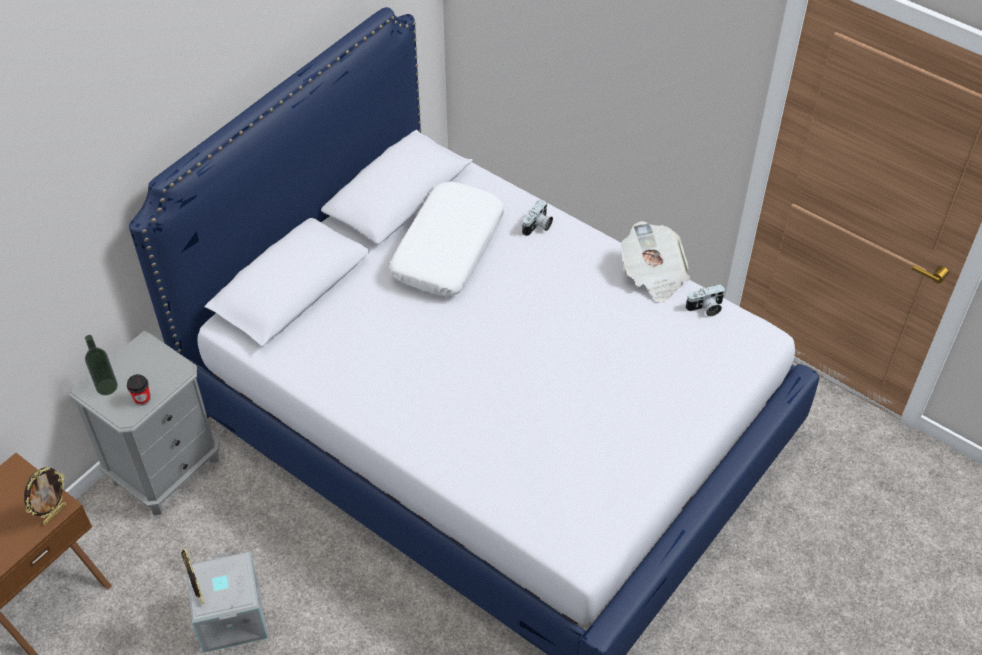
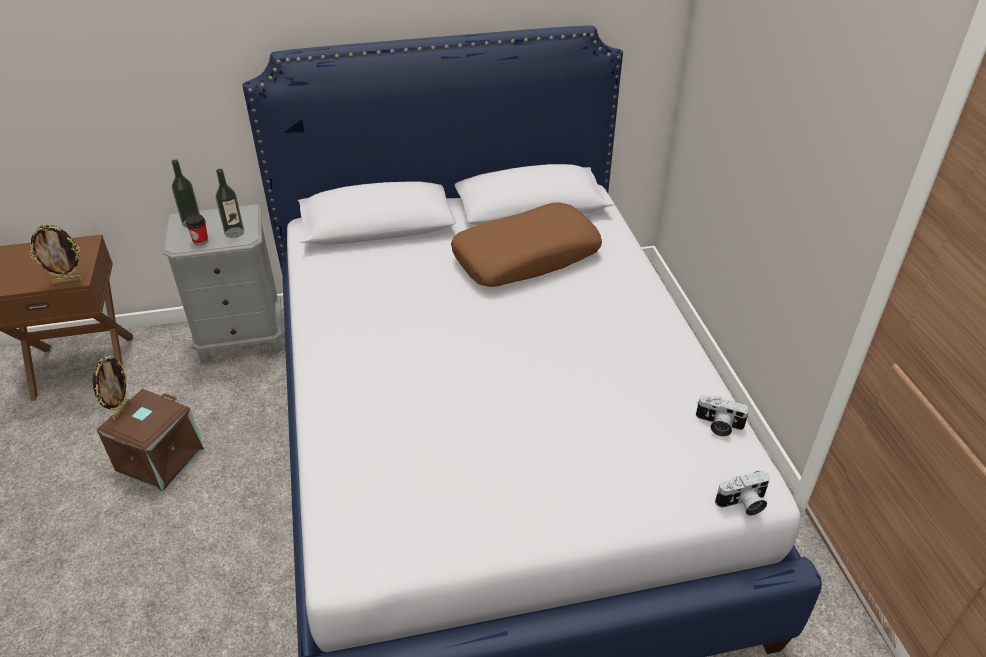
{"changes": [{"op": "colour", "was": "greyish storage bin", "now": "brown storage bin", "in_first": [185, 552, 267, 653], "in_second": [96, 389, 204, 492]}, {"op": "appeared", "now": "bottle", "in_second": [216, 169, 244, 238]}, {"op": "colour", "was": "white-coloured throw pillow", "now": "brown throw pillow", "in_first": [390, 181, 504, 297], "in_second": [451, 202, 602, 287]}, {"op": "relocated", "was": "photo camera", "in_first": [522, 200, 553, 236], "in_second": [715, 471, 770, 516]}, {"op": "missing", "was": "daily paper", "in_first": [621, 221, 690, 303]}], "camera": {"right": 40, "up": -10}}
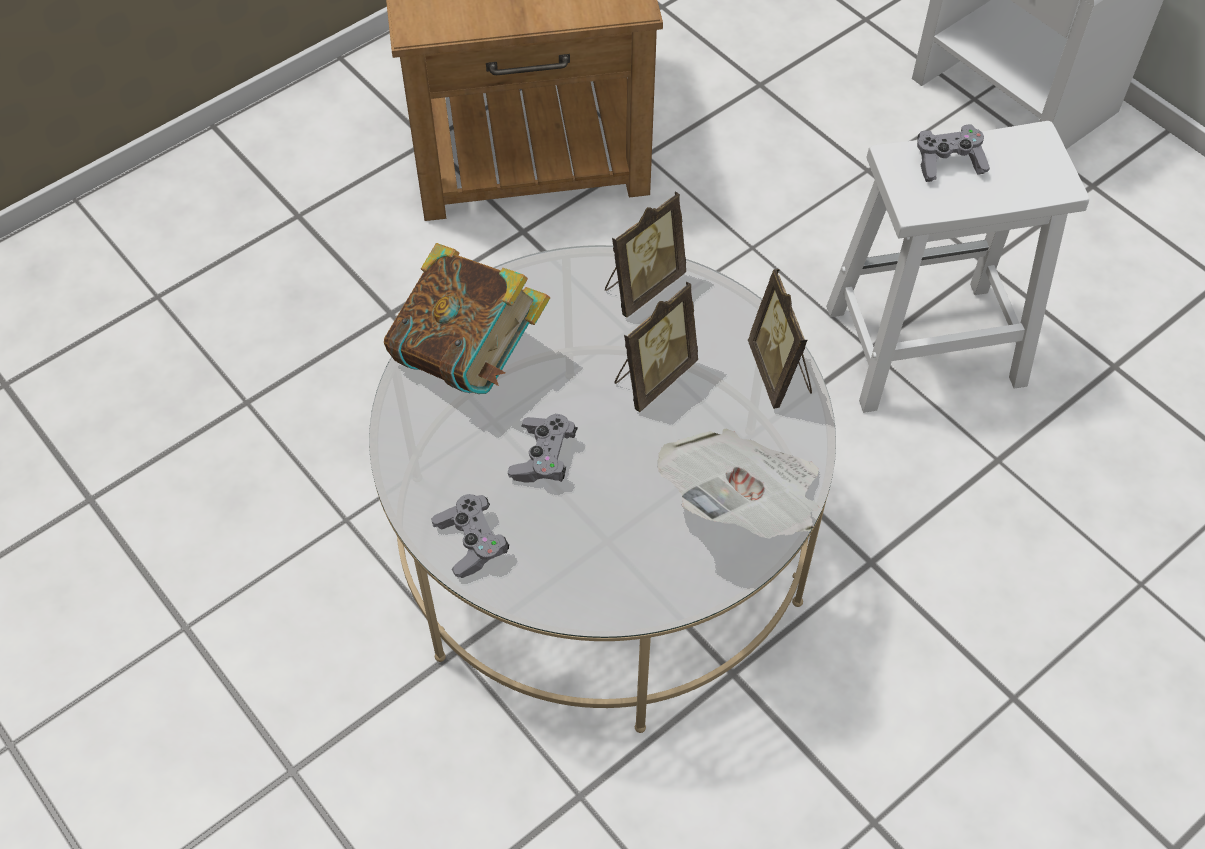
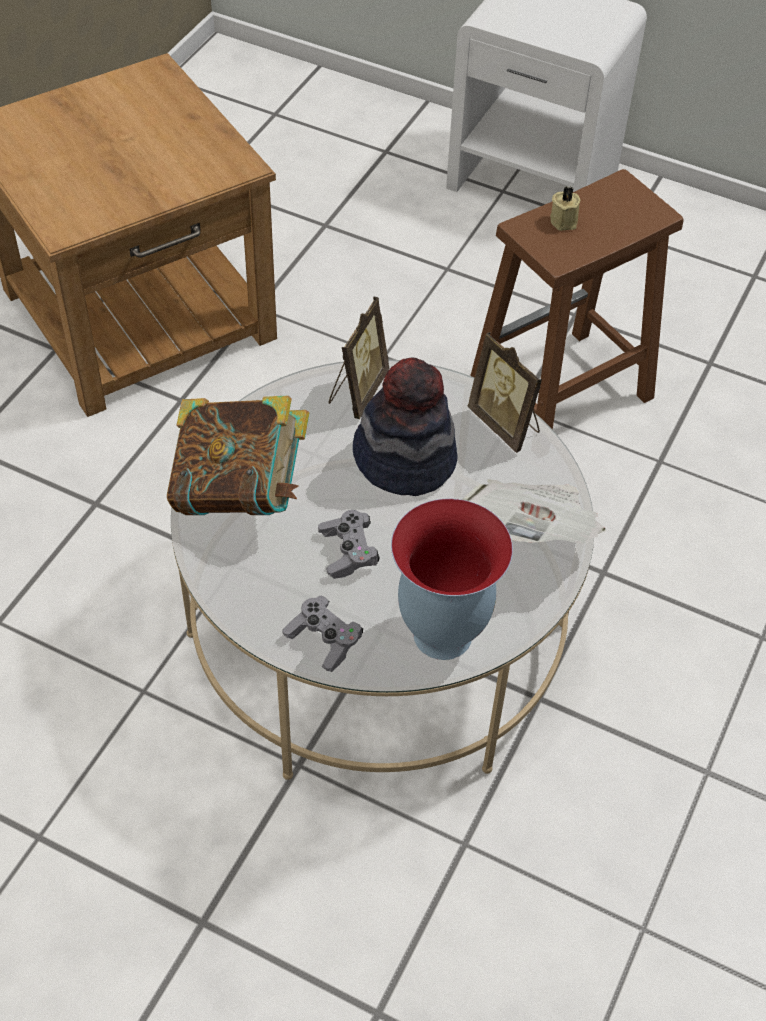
{"changes": [{"op": "exchanged", "was": "photo frame", "now": "clothing hat", "in_first": [615, 281, 698, 412], "in_second": [353, 357, 458, 496]}, {"op": "appeared", "now": "vase", "in_second": [391, 499, 513, 660]}, {"op": "colour", "was": "white-coloured sitting stool", "now": "brown sitting stool", "in_first": [826, 121, 1089, 413], "in_second": [470, 169, 684, 430]}, {"op": "exchanged", "was": "greyish joypad", "now": "sand-coloured wax light", "in_first": [917, 124, 990, 182], "in_second": [550, 187, 580, 231]}], "camera": {"right": -25, "up": -5}}
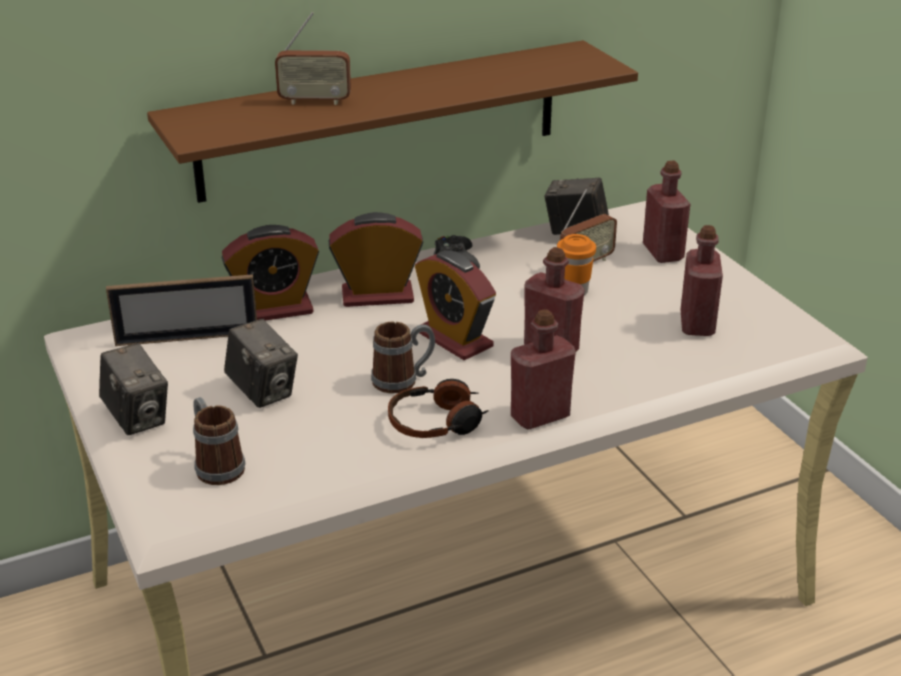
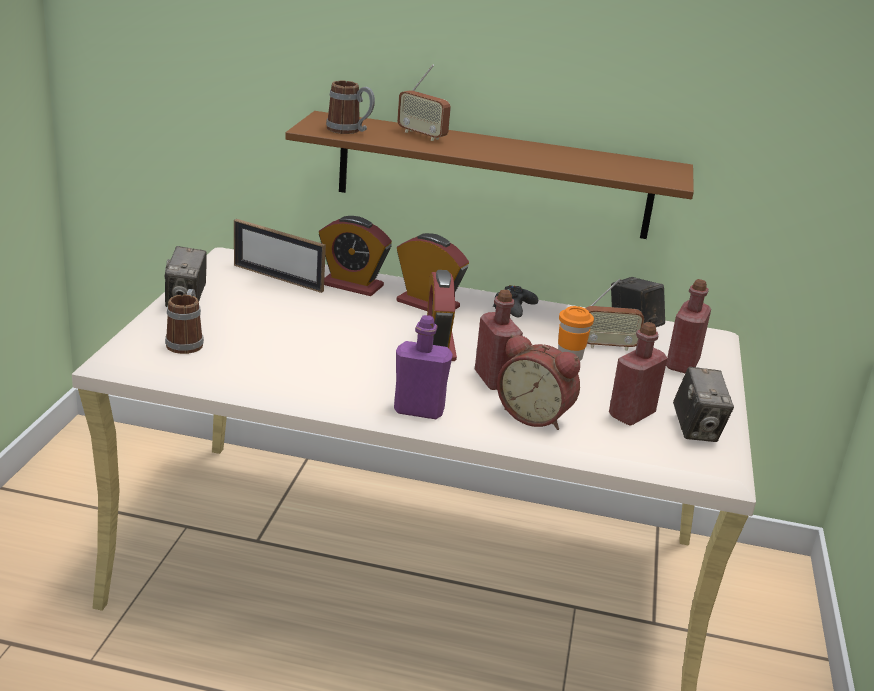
{"changes": [{"op": "relocated", "was": "mug", "in_first": [371, 321, 435, 394], "in_second": [326, 81, 375, 134]}, {"op": "colour", "was": "red-coloured bottle", "now": "purple bottle", "in_first": [511, 309, 576, 430], "in_second": [394, 315, 453, 419]}, {"op": "appeared", "now": "table clock", "in_second": [497, 334, 580, 430]}, {"op": "relocated", "was": "photo camera", "in_first": [224, 319, 298, 408], "in_second": [673, 367, 734, 442]}, {"op": "missing", "was": "headphones", "in_first": [388, 379, 489, 438]}], "camera": {"right": 35, "up": -5}}
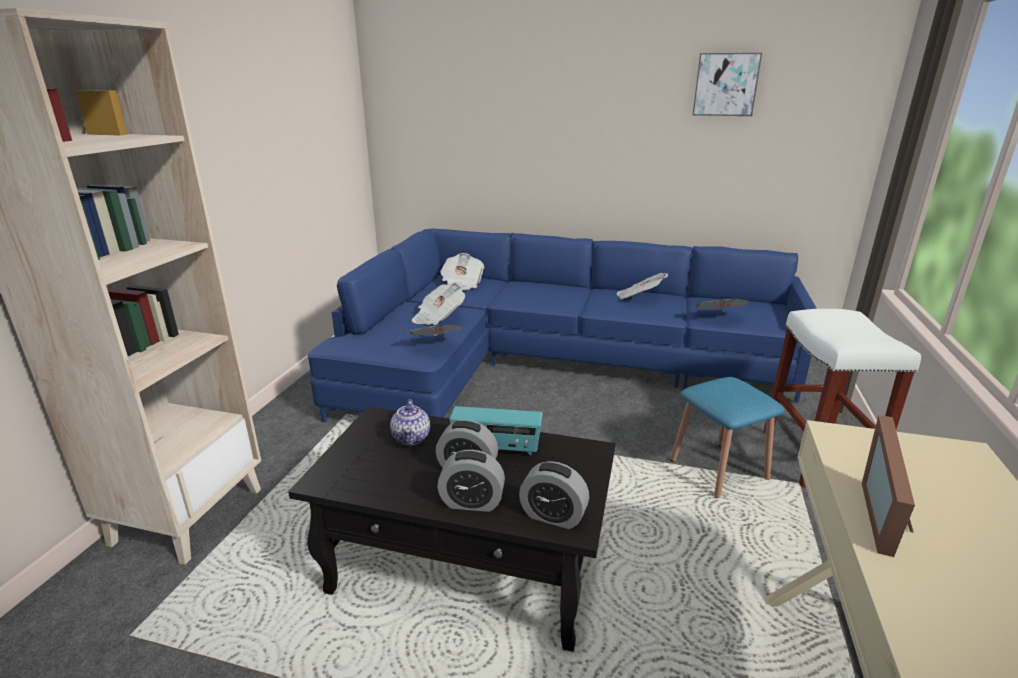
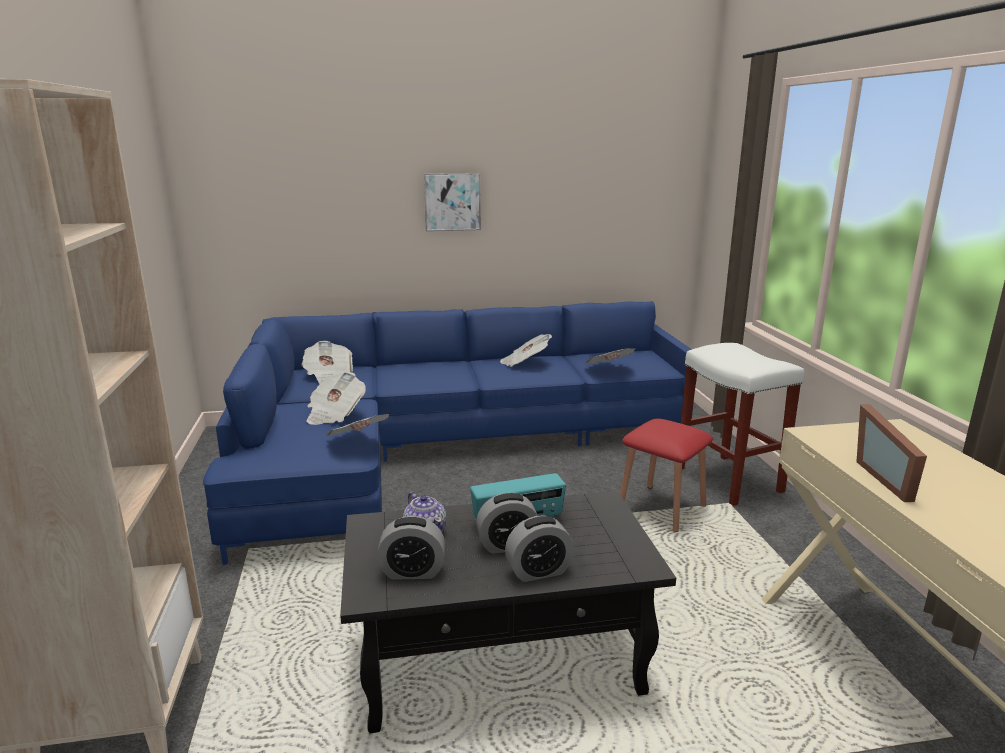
{"changes": [{"op": "relocated", "was": "table clock", "in_first": [519, 461, 589, 529], "in_second": [377, 516, 445, 580]}, {"op": "relocated", "was": "wall picture", "in_first": [693, 53, 762, 116], "in_second": [424, 173, 481, 231]}, {"op": "colour", "was": "blue sitting stool", "now": "red-coloured sitting stool", "in_first": [670, 377, 784, 498], "in_second": [620, 419, 713, 532]}], "camera": {"right": -25, "up": -5}}
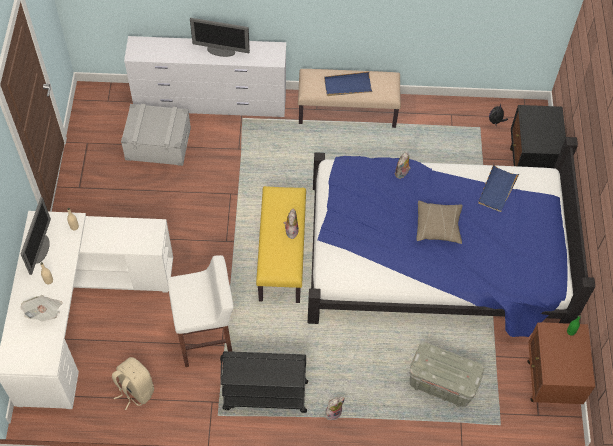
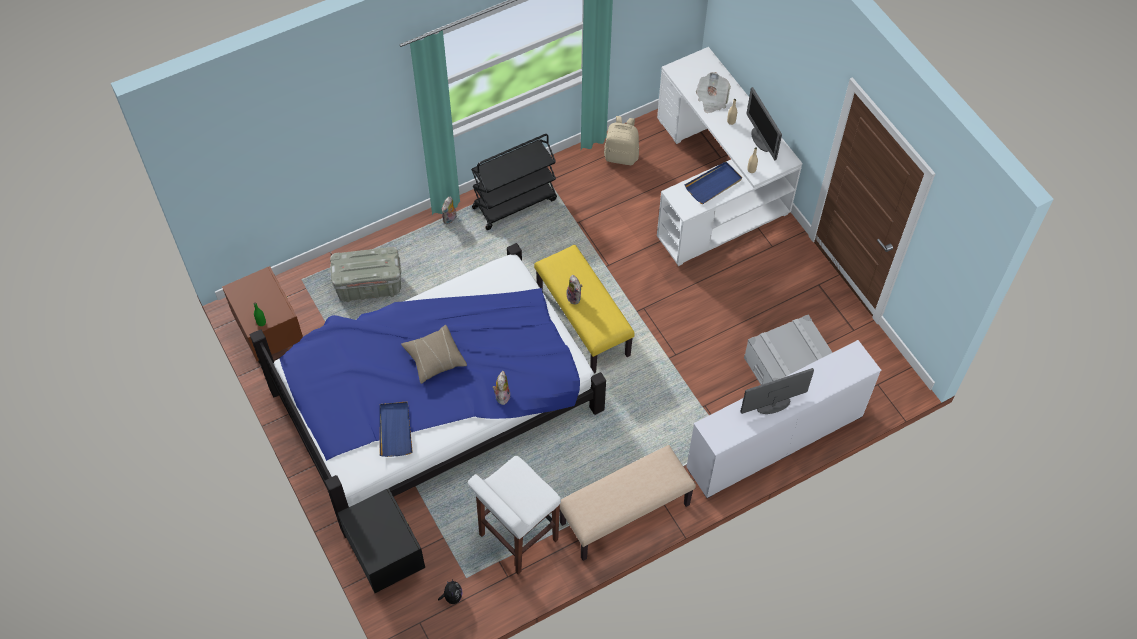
{"changes": [{"op": "relocated", "was": "white-coloured sitting stool", "in_first": [168, 255, 234, 367], "in_second": [468, 456, 561, 574]}, {"op": "relocated", "was": "blue tray", "in_first": [324, 72, 373, 96], "in_second": [685, 162, 742, 204]}], "camera": {"right": 150, "up": 0}}
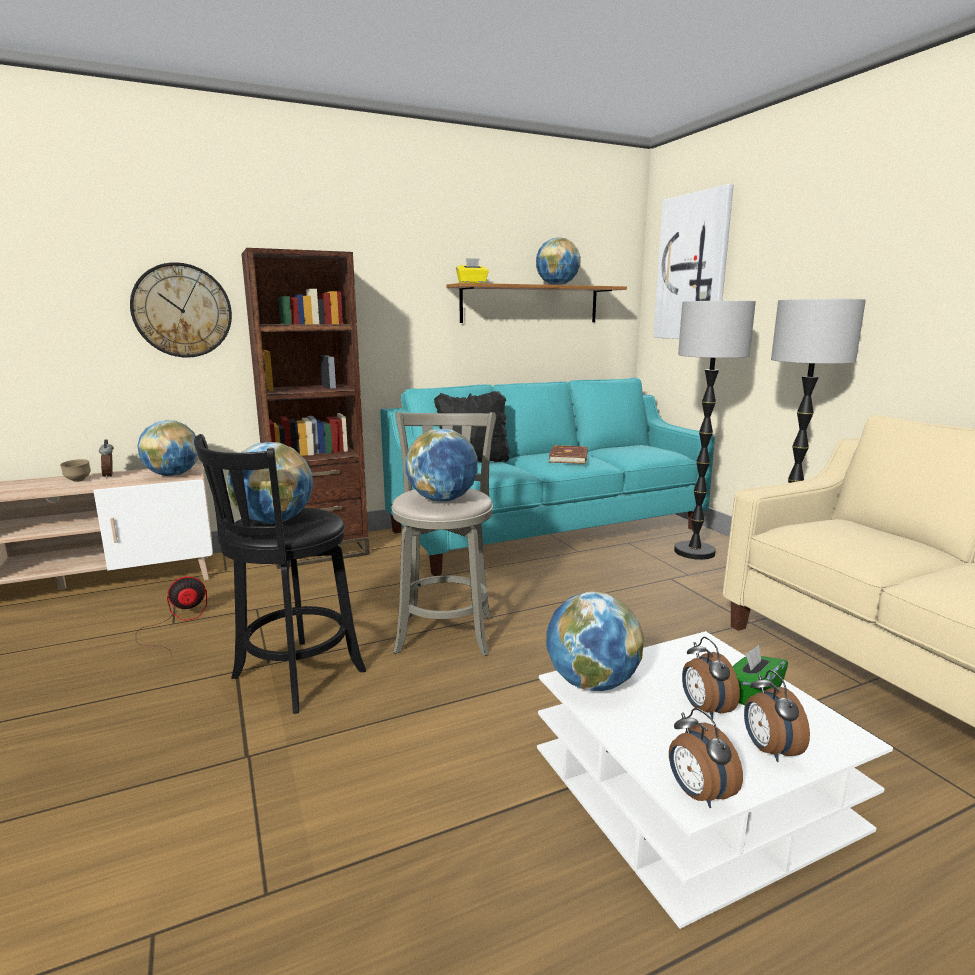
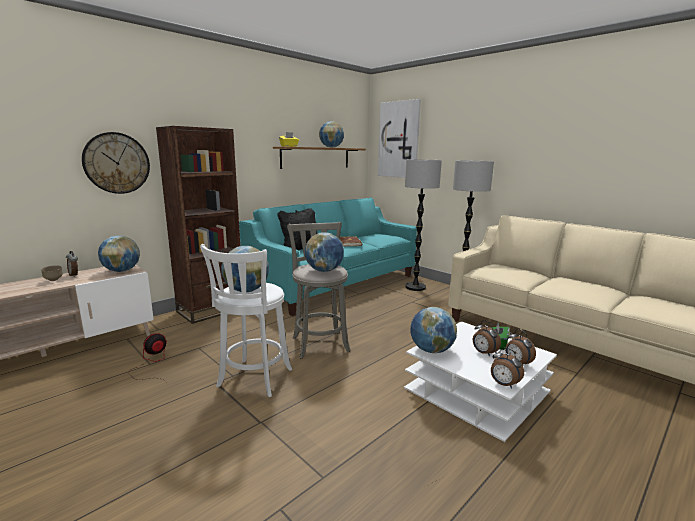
{"changes": [{"op": "colour", "was": "black-coloured sitting stool", "now": "white-coloured sitting stool", "in_first": [194, 434, 366, 714], "in_second": [200, 244, 292, 397]}], "camera": {"right": -20, "up": 0}}
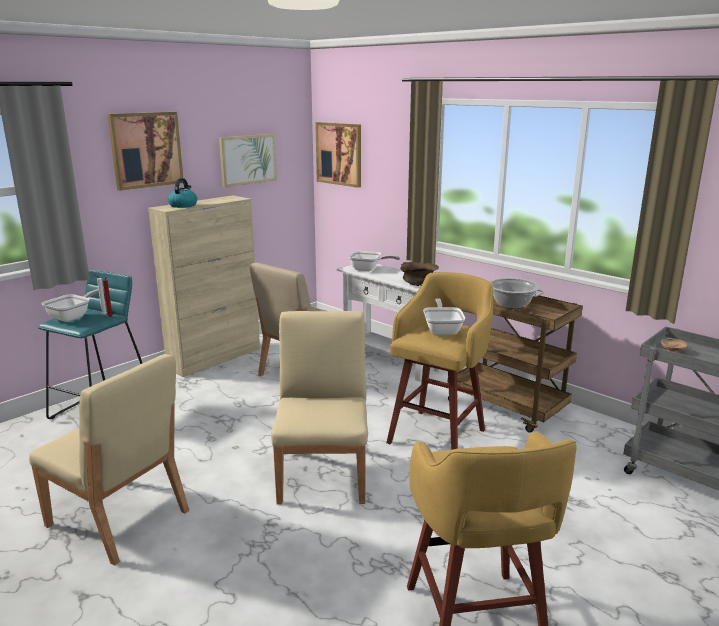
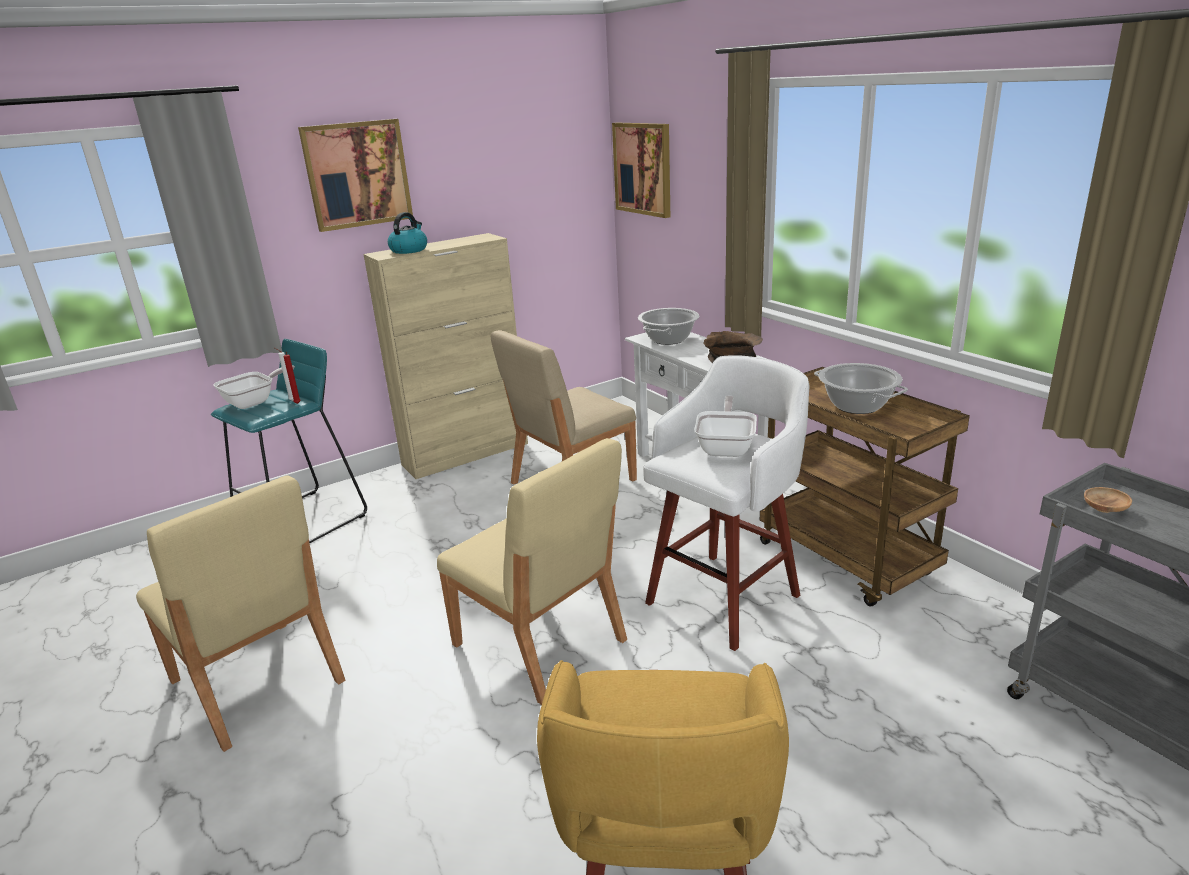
{"changes": [{"op": "spun", "was": "sand-coloured upright chair", "in_first": [271, 311, 368, 505], "in_second": [437, 438, 627, 705], "clockwise": 120}, {"op": "exchanged", "was": "pan", "now": "cooking pot", "in_first": [348, 251, 400, 271], "in_second": [638, 308, 699, 345]}, {"op": "colour", "was": "yellow-coloured sitting stool", "now": "white-coloured sitting stool", "in_first": [386, 272, 493, 450], "in_second": [643, 355, 810, 651]}, {"op": "missing", "was": "wall picture", "in_first": [219, 134, 277, 187]}], "camera": {"right": 15, "up": 5}}
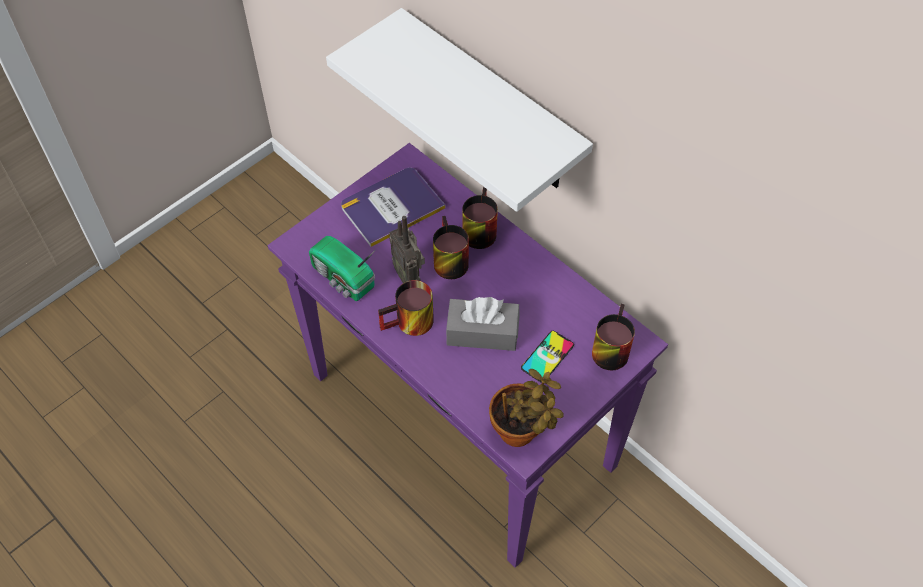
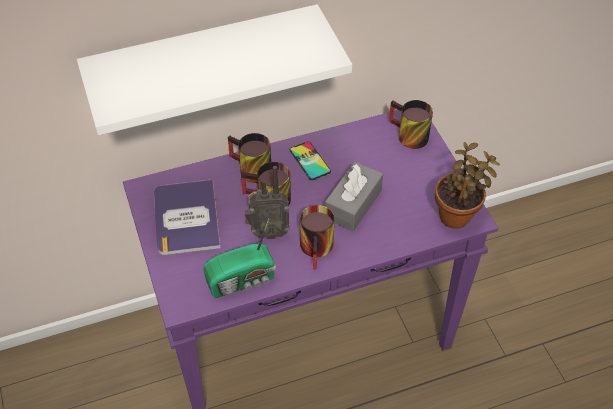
{"changes": [{"op": "relocated", "was": "phone", "in_first": [521, 331, 574, 383], "in_second": [290, 141, 331, 180]}], "camera": {"right": -65, "up": -5}}
